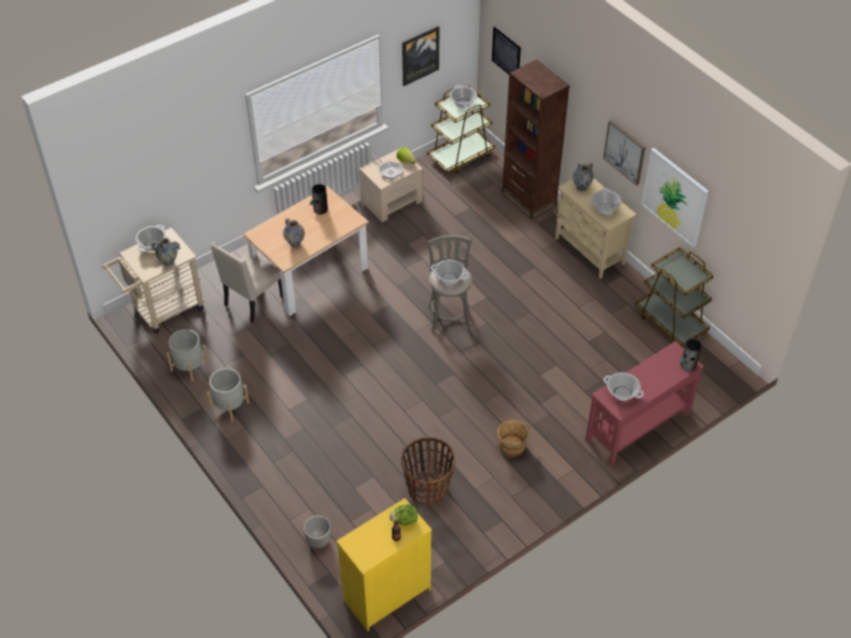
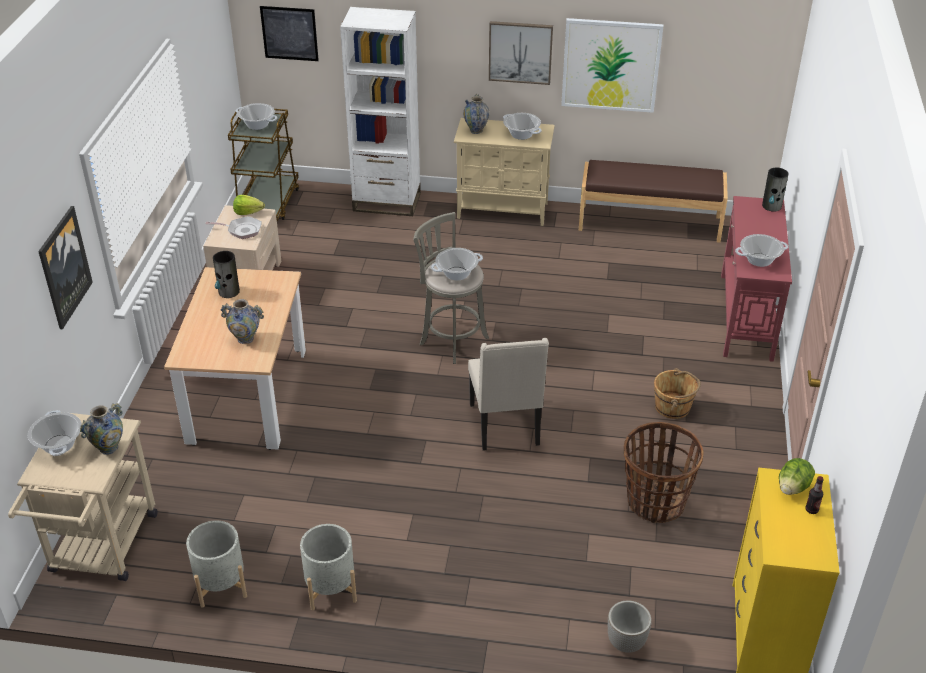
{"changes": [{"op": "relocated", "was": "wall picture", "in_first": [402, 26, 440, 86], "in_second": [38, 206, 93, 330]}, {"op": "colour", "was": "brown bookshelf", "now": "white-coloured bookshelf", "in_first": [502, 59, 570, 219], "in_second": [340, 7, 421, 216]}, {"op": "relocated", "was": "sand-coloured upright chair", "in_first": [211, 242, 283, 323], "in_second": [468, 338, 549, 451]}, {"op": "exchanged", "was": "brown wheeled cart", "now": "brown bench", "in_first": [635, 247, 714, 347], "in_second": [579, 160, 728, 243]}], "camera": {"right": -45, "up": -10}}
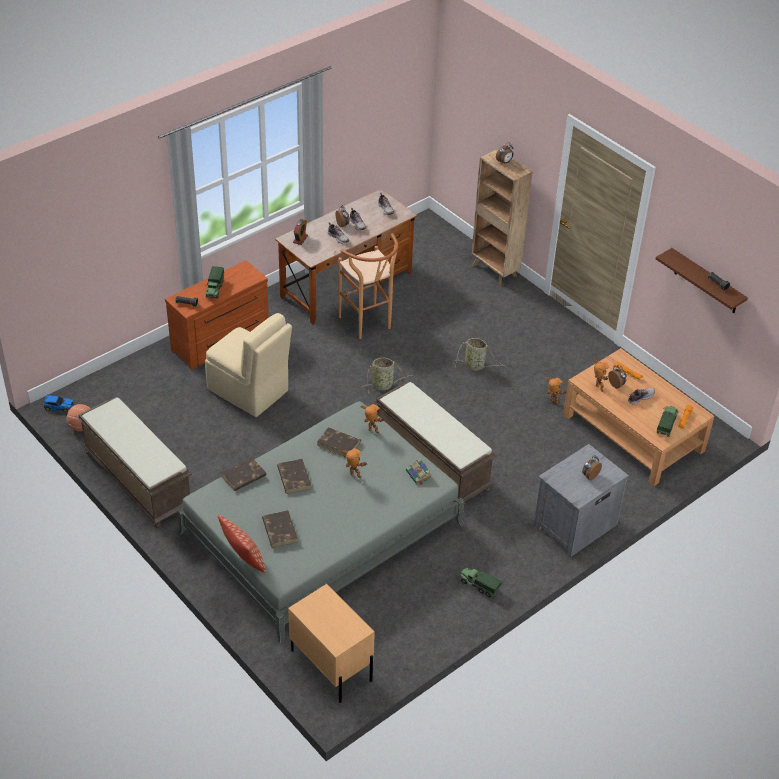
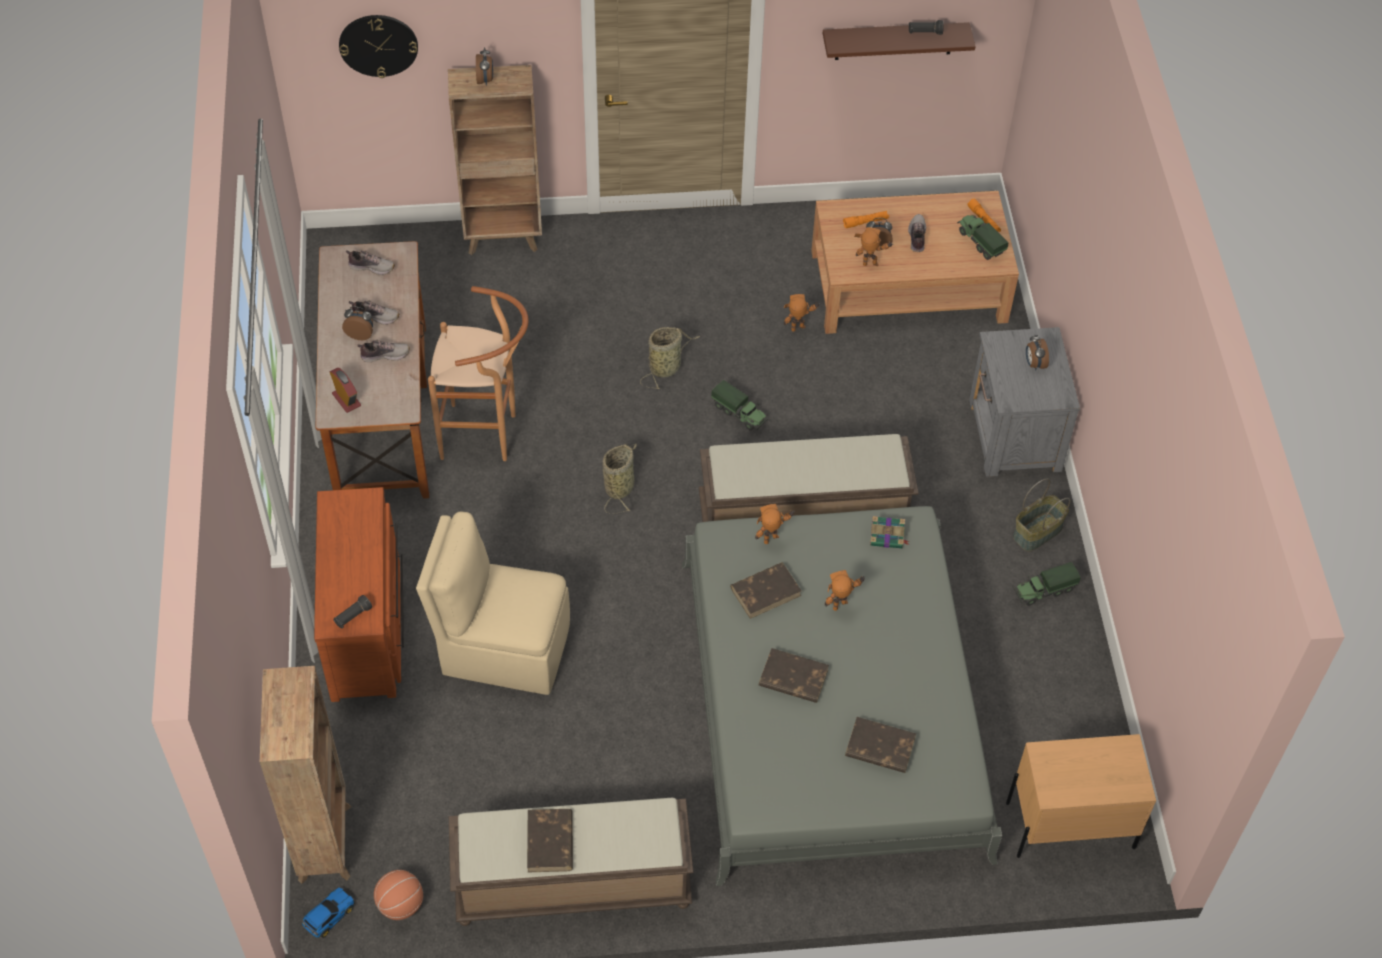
{"changes": [{"op": "appeared", "now": "brown bookshelf", "in_second": [260, 666, 351, 884]}, {"op": "appeared", "now": "clock on the wall", "in_second": [339, 15, 418, 78]}, {"op": "spun", "was": "sand-coloured upright chair", "in_first": [205, 313, 292, 417], "in_second": [416, 511, 570, 695], "clockwise": -150}, {"op": "relocated", "was": "brown volume", "in_first": [221, 457, 266, 491], "in_second": [527, 809, 573, 872]}, {"op": "relocated", "was": "toy lorry", "in_first": [206, 266, 224, 298], "in_second": [711, 380, 768, 431]}, {"op": "appeared", "now": "storage basket", "in_second": [1013, 478, 1070, 551]}, {"op": "missing", "was": "throw pillow", "in_first": [218, 515, 266, 573]}], "camera": {"right": -55, "up": 10}}
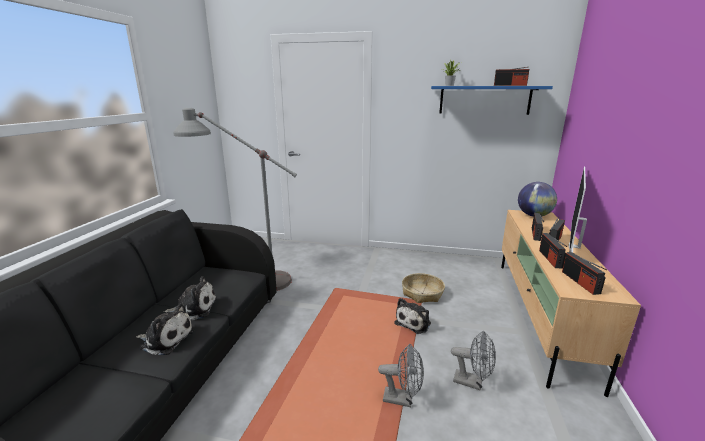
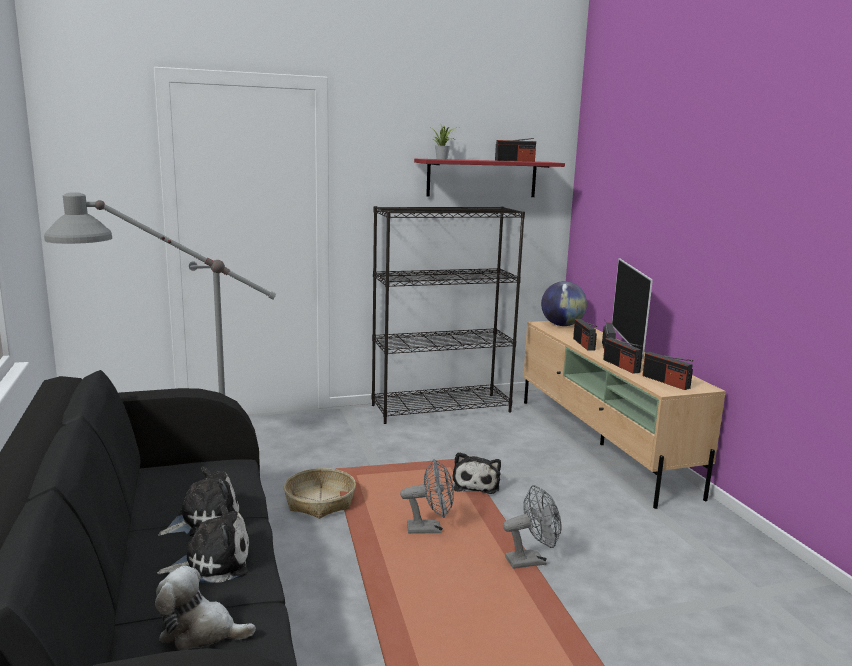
{"changes": [{"op": "appeared", "now": "cuddly toy", "in_second": [155, 566, 256, 651]}, {"op": "relocated", "was": "storage basket", "in_first": [402, 273, 445, 303], "in_second": [284, 468, 356, 519]}, {"op": "appeared", "now": "black-coloured bookshelf", "in_second": [372, 206, 525, 424]}, {"op": "relocated", "was": "greyish cooling fan", "in_first": [451, 331, 496, 391], "in_second": [400, 459, 454, 534]}, {"op": "colour", "was": "blue shelf", "now": "red-coloured shelf", "in_first": [431, 86, 553, 115], "in_second": [414, 159, 565, 197]}], "camera": {"right": -30, "up": -5}}
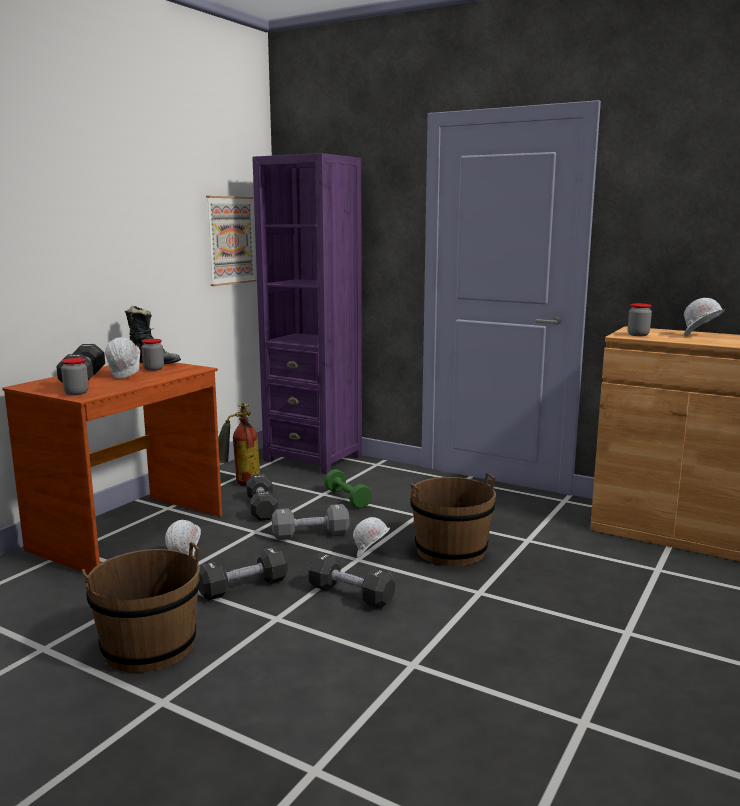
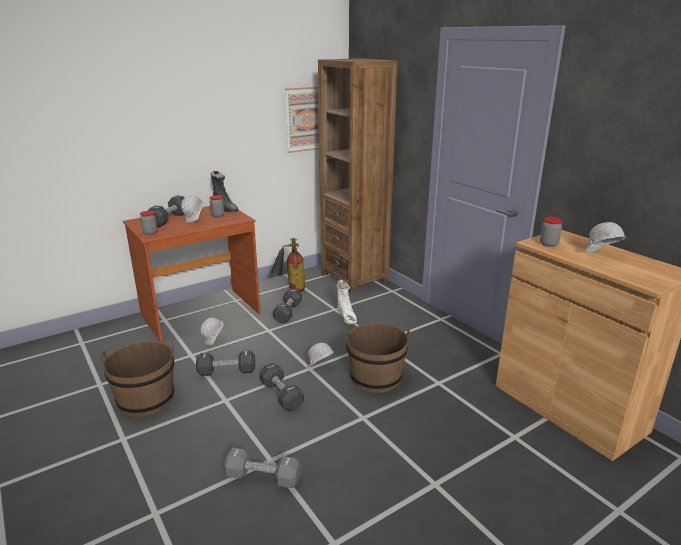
{"changes": [{"op": "relocated", "was": "greyish free weight", "in_first": [272, 504, 350, 540], "in_second": [224, 448, 301, 488]}, {"op": "colour", "was": "purple bookshelf", "now": "brown bookshelf", "in_first": [252, 153, 362, 475], "in_second": [318, 58, 398, 293]}, {"op": "exchanged", "was": "green-coloured free weight", "now": "white-coloured tall boot", "in_first": [324, 469, 372, 508], "in_second": [337, 279, 357, 324]}], "camera": {"right": 25, "up": 10}}
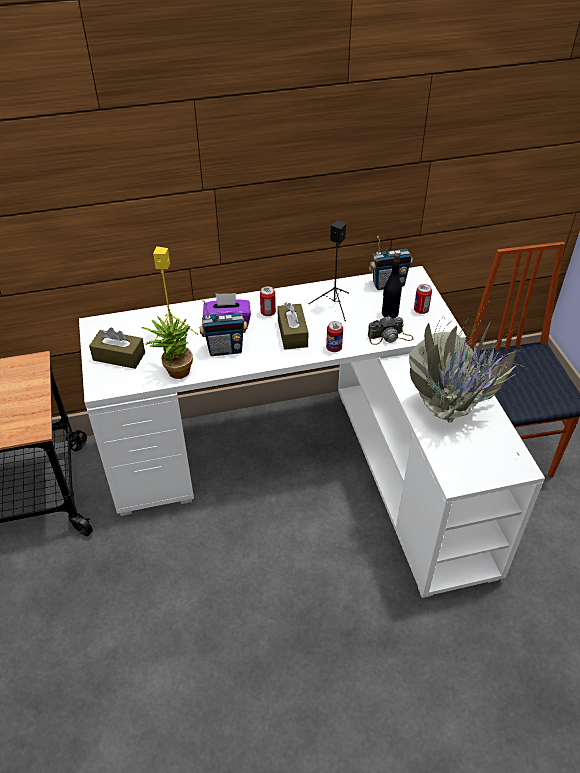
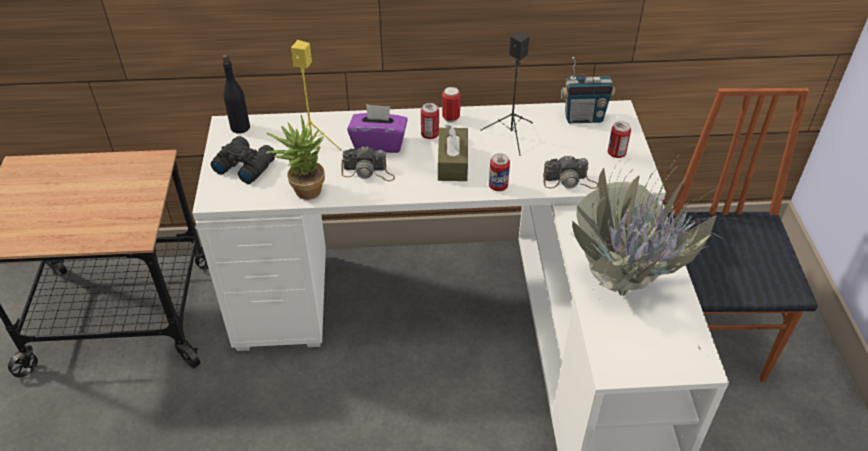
{"changes": [{"op": "exchanged", "was": "brown box of tissues", "now": "black-coloured field glasses", "in_first": [89, 328, 145, 369], "in_second": [211, 136, 276, 184]}, {"op": "relocated", "was": "black-coloured bottle", "in_first": [382, 254, 402, 318], "in_second": [222, 54, 250, 134]}, {"op": "exchanged", "was": "radio receiver", "now": "photo camera", "in_first": [199, 300, 248, 356], "in_second": [341, 146, 395, 181]}, {"op": "appeared", "now": "sealed can", "in_second": [442, 87, 461, 122]}], "camera": {"right": 10, "up": 0}}
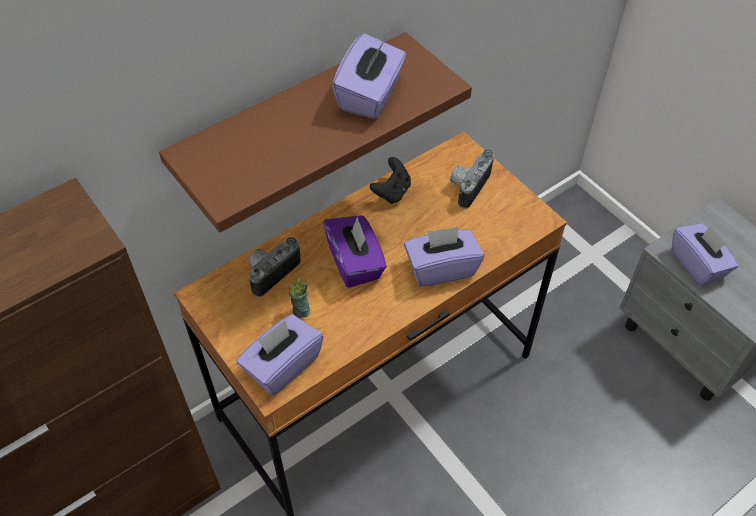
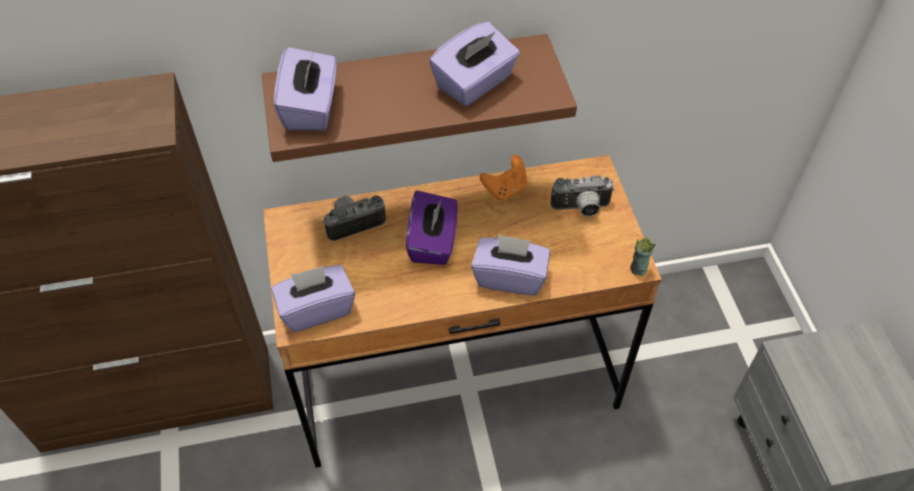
{"changes": [{"op": "relocated", "was": "purple box of tissues", "in_first": [672, 223, 739, 286], "in_second": [274, 47, 337, 131]}, {"op": "colour", "was": "black-coloured joypad", "now": "orange-coloured joypad", "in_first": [370, 157, 411, 204], "in_second": [480, 155, 527, 200]}, {"op": "spun", "was": "photo camera", "in_first": [450, 149, 494, 209], "in_second": [550, 176, 614, 217], "clockwise": -150}, {"op": "relocated", "was": "cup", "in_first": [288, 278, 310, 319], "in_second": [630, 236, 656, 276]}], "camera": {"right": 25, "up": 0}}
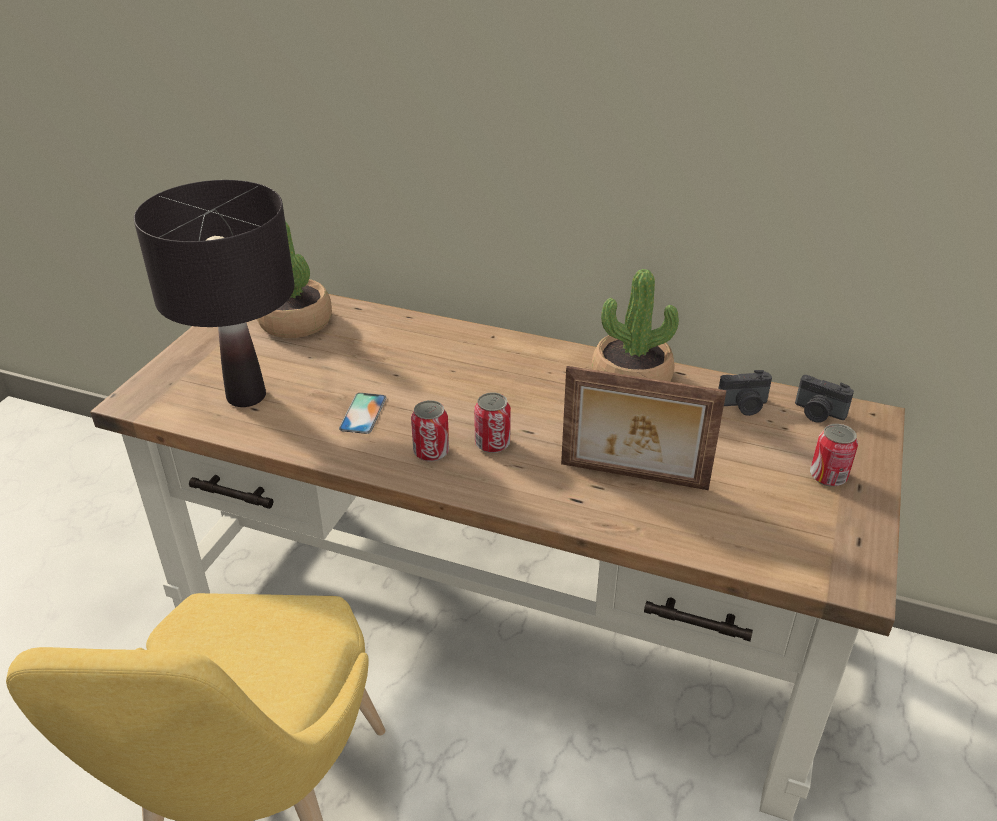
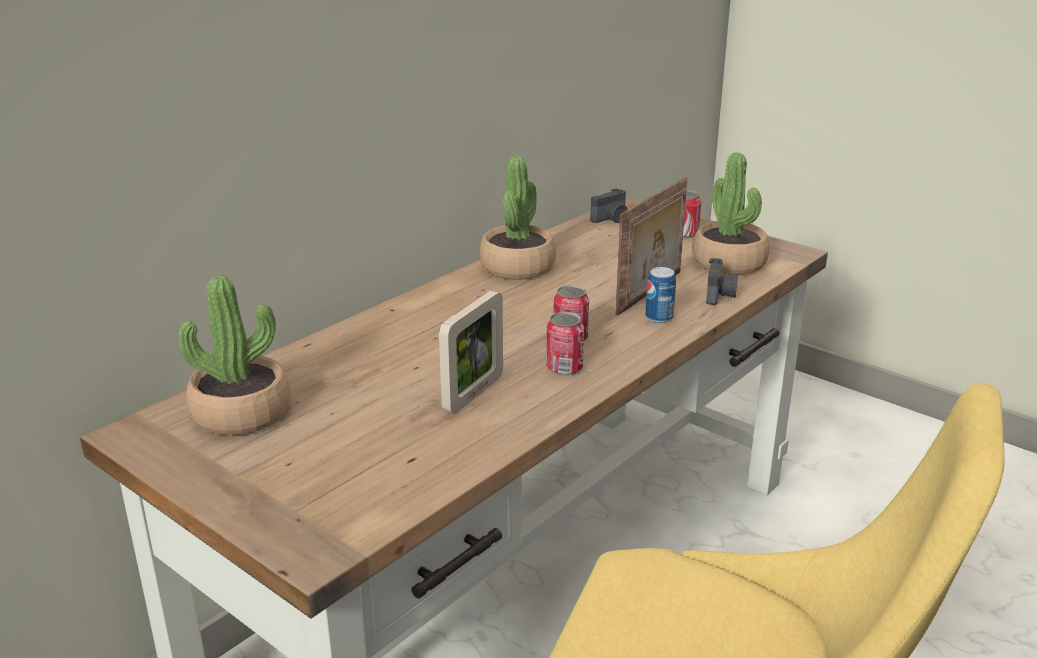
{"changes": [{"op": "exchanged", "was": "phone", "now": "photo frame", "in_first": [339, 393, 387, 434], "in_second": [439, 291, 503, 414]}, {"op": "appeared", "now": "sealed can", "in_second": [645, 267, 676, 323]}, {"op": "appeared", "now": "potted plant", "in_second": [692, 152, 770, 275]}, {"op": "relocated", "was": "photo camera", "in_first": [718, 370, 772, 416], "in_second": [706, 258, 738, 305]}, {"op": "missing", "was": "black-coloured lamp for a table", "in_first": [134, 180, 294, 407]}], "camera": {"right": -70, "up": -10}}
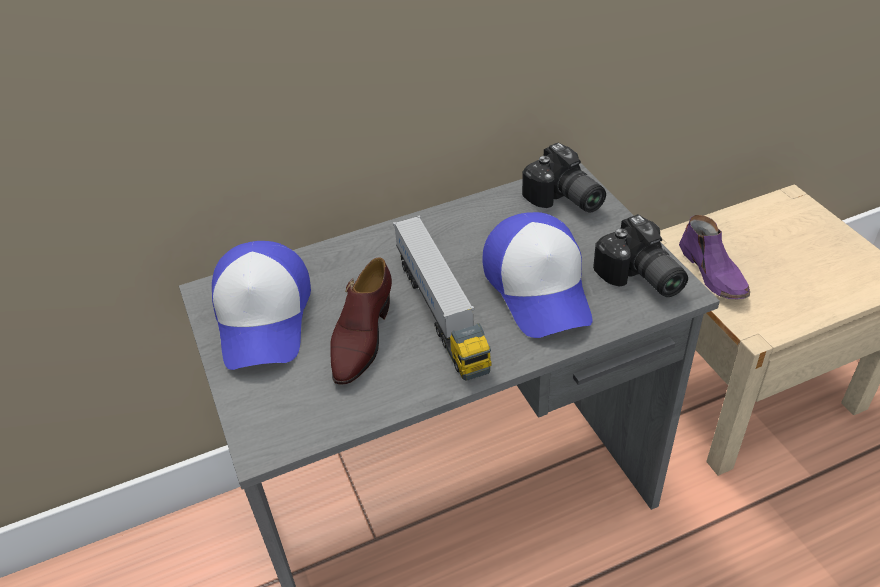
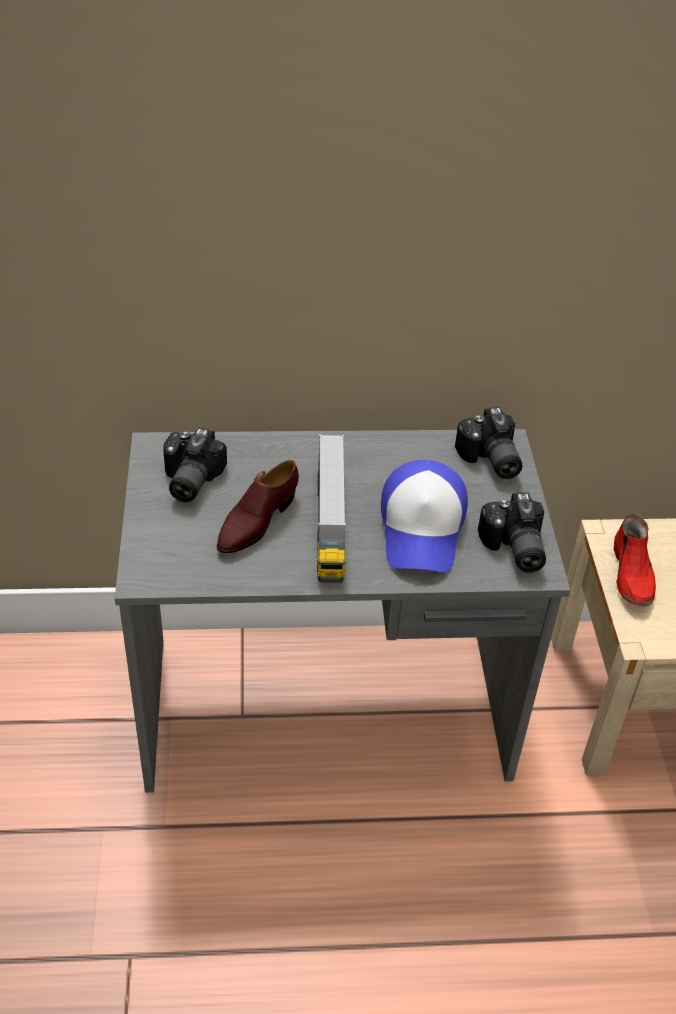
{"changes": [{"op": "exchanged", "was": "peaked cap", "now": "photo camera", "in_first": [212, 241, 311, 370], "in_second": [163, 428, 227, 502]}, {"op": "colour", "was": "purple shoe", "now": "red-coloured shoe", "in_first": [679, 215, 750, 299], "in_second": [614, 514, 656, 606]}], "camera": {"right": 15, "up": 0}}
